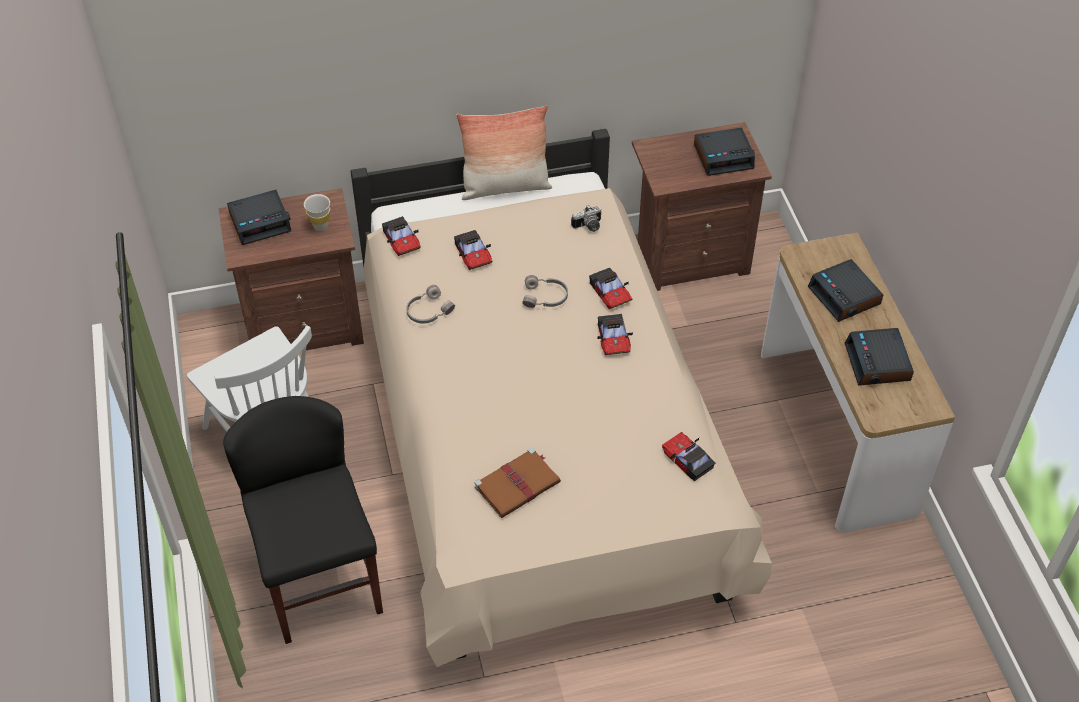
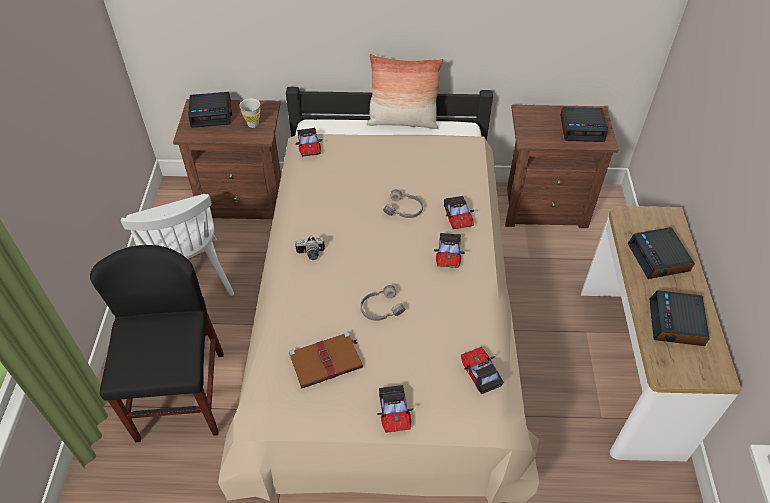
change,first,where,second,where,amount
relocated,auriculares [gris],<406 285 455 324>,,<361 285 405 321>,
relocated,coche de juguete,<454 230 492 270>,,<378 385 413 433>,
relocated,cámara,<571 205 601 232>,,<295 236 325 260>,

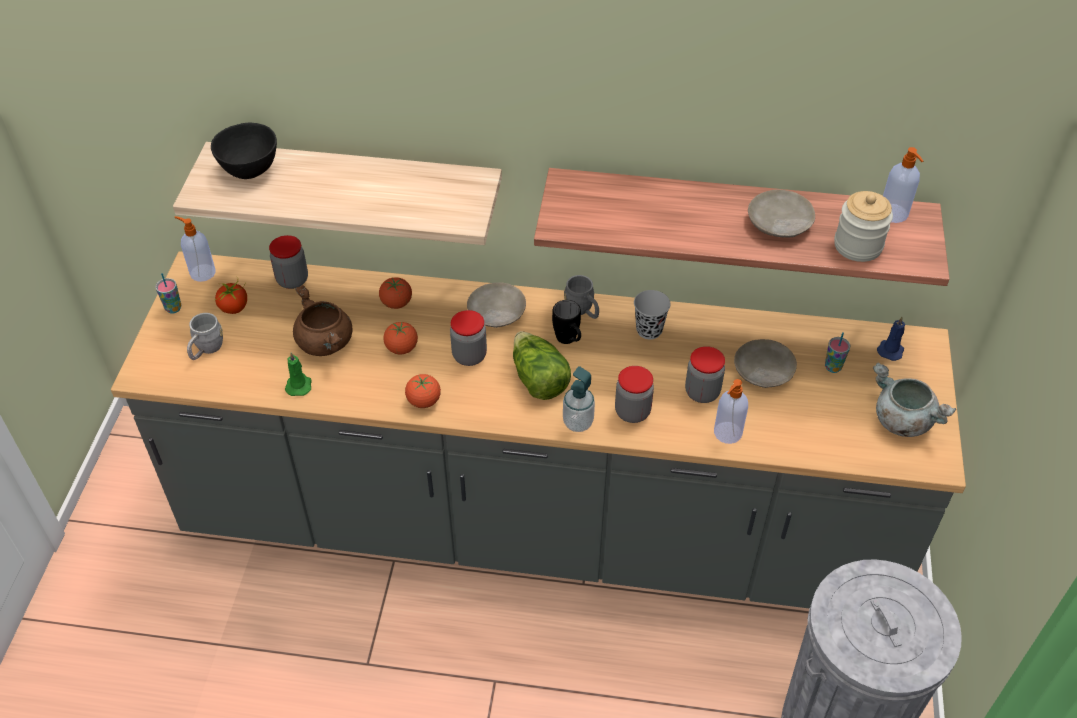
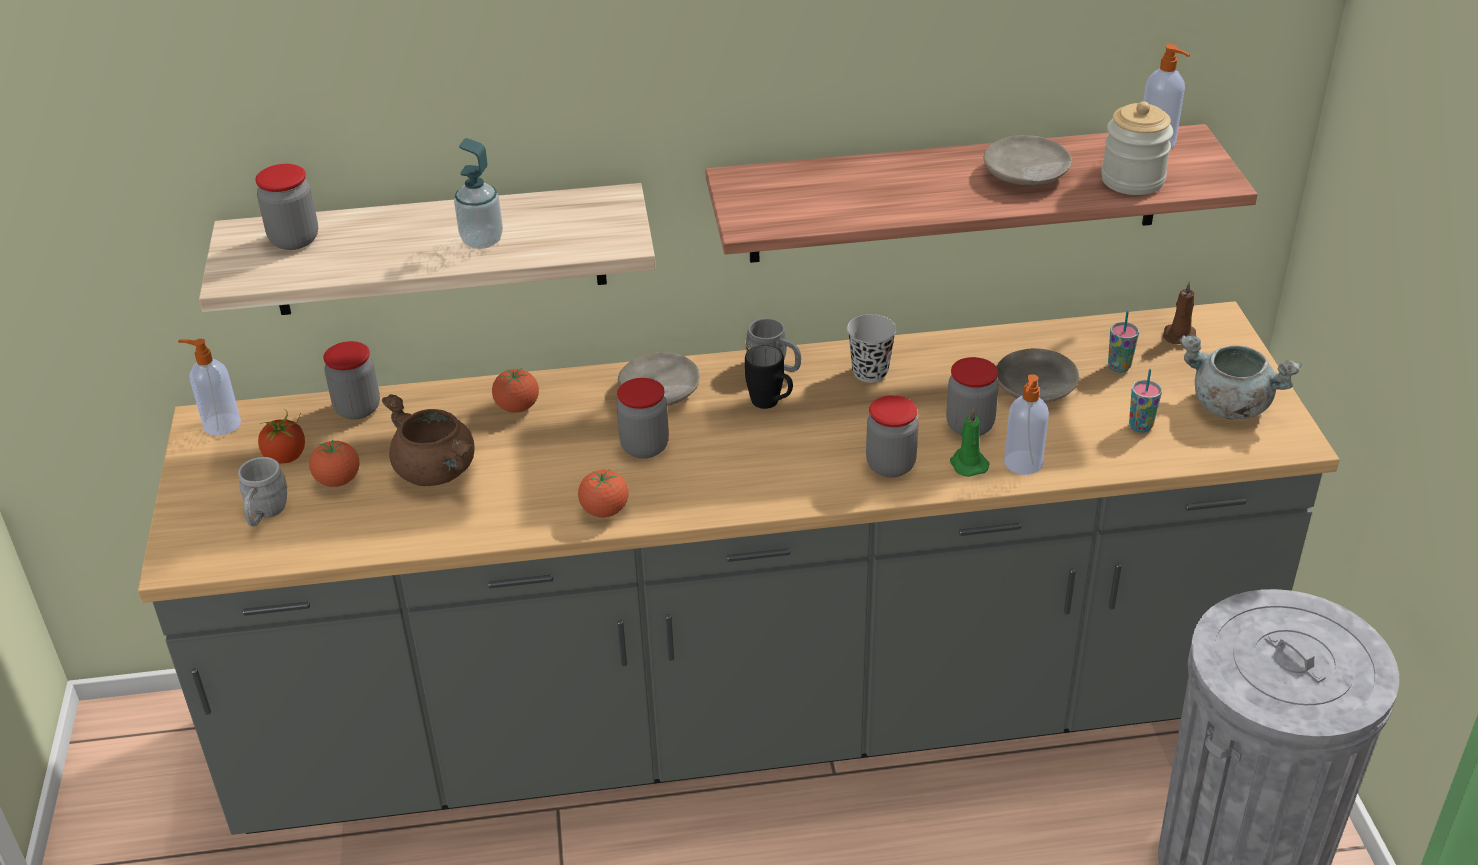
change,first,where,second,where,amount
missing,lechuga,<513 331 571 400>,,,
relocated,taza,<155 273 181 313>,,<1129 369 1162 433>,
relocated,vela [verde],<285 352 312 396>,,<950 408 990 477>,
relocated,tomate,<383 322 418 354>,,<309 440 360 487>,
relocated,dispensador de jabón,<563 366 595 432>,,<454 138 503 249>,
exchanged,cuenco [negro],<211 123 277 179>,tarro,<255 164 318 250>,
colour,vela [azul],<877 317 905 361>,vela [marrón],<1163 281 1197 344>,

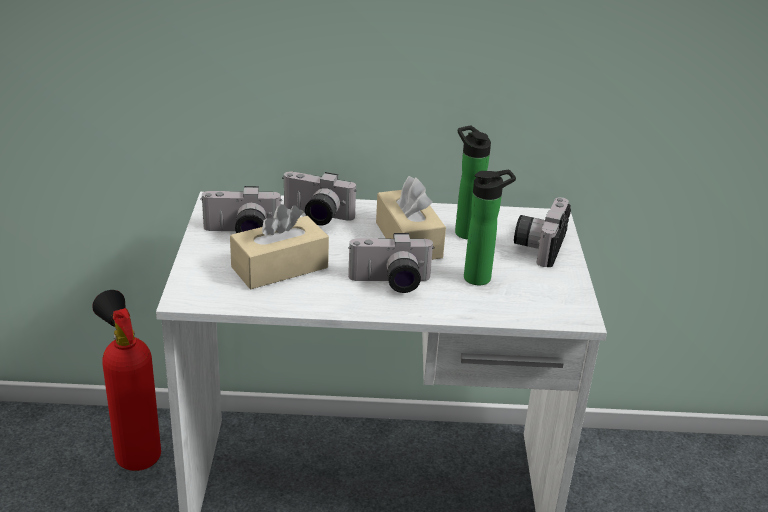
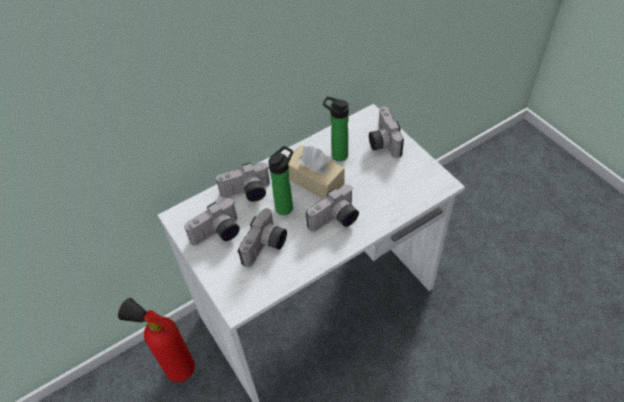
change,first,where,second,where,amount
relocated,botella,<464 170 516 285>,,<268 146 293 215>,
exchanged,caja de pañuelos [beis],<230 204 329 289>,cámara,<238 208 287 268>,

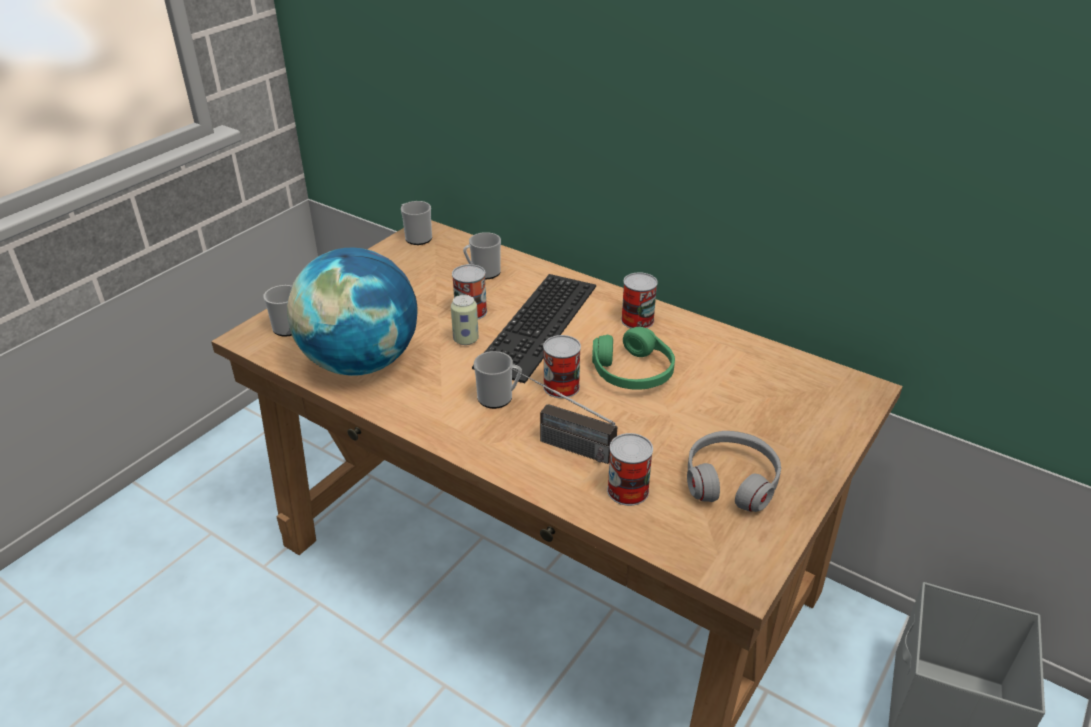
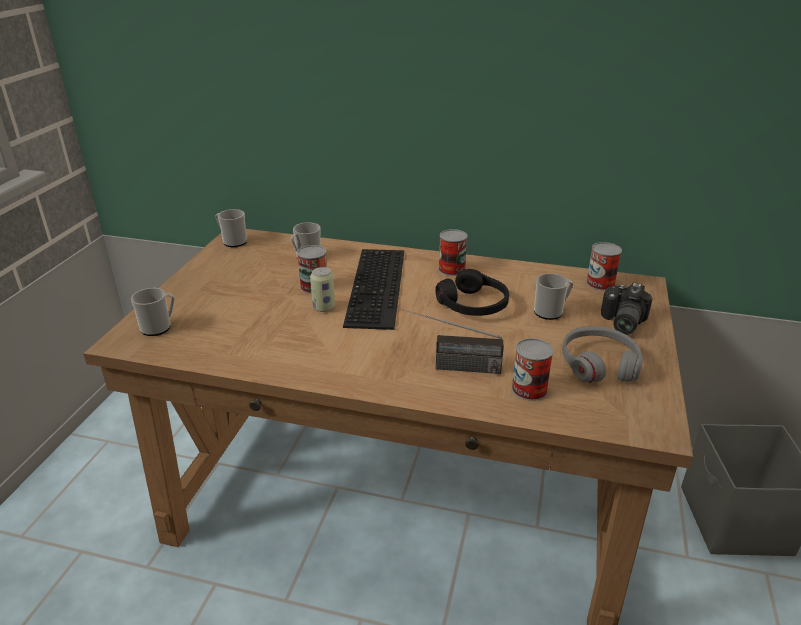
change,first,where,second,where,amount
missing,globo terráqueo,<287 247 417 376>,,,
appeared,,,cámara,<601 282 653 335>,
relocated,taza grande,<474 351 522 409>,,<534 273 573 320>,
relocated,lata,<543 335 581 398>,,<586 242 622 291>,
colour,auriculares [verde],<592 327 675 390>,auriculares [negro],<435 269 509 316>,

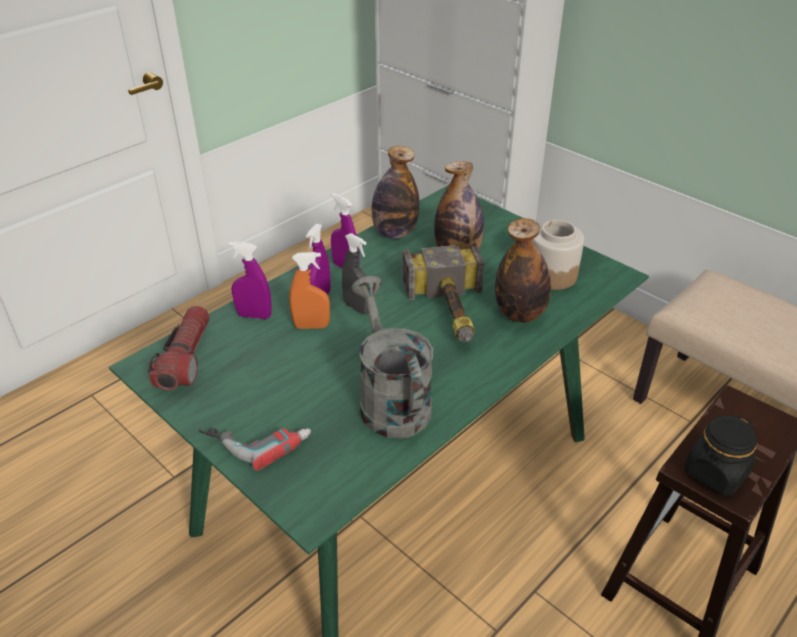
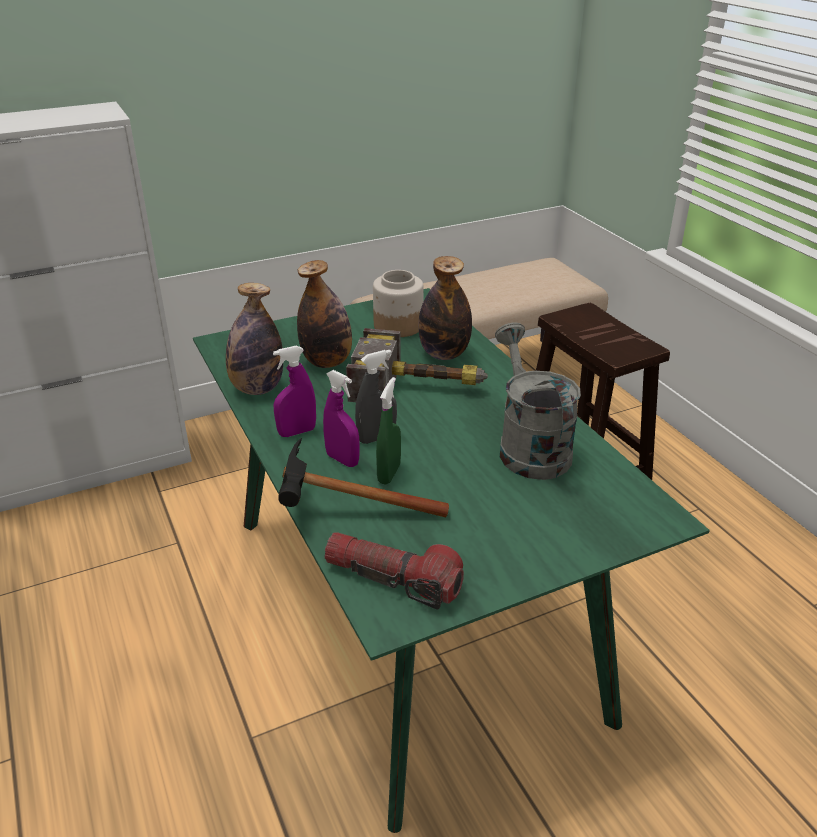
change,first,where,second,where,amount
missing,taladro,<199 428 311 471>,,,
missing,tarro [negro],<684 415 756 496>,,,
exchanged,pulverizador [morado],<228 242 272 319>,martillo,<278 438 449 517>,
colour,pulverizador [naranja],<289 252 330 329>,pulverizador [verde],<376 377 401 484>,
spun,regadera [gris],<351 276 433 438>,,<495 323 581 480>,75 degrees clockwise

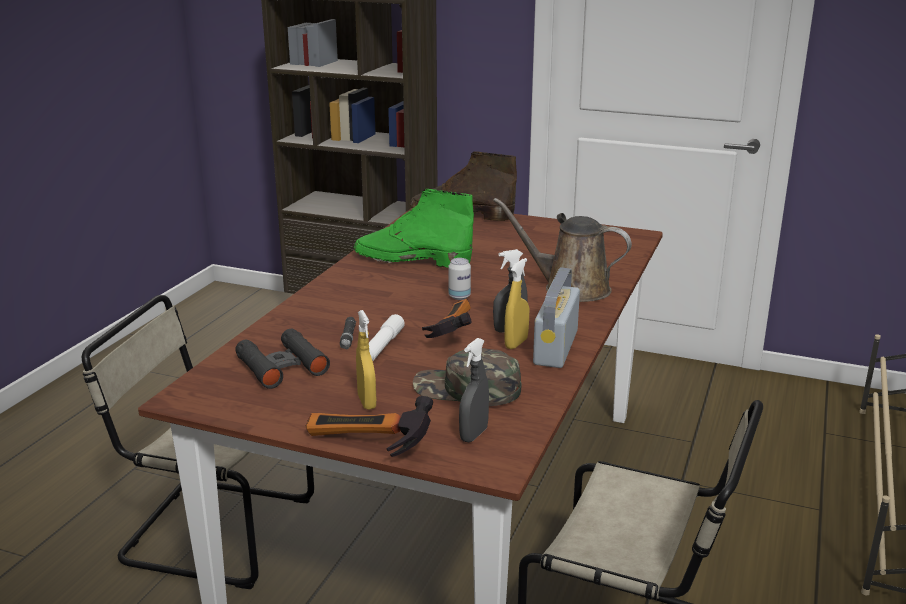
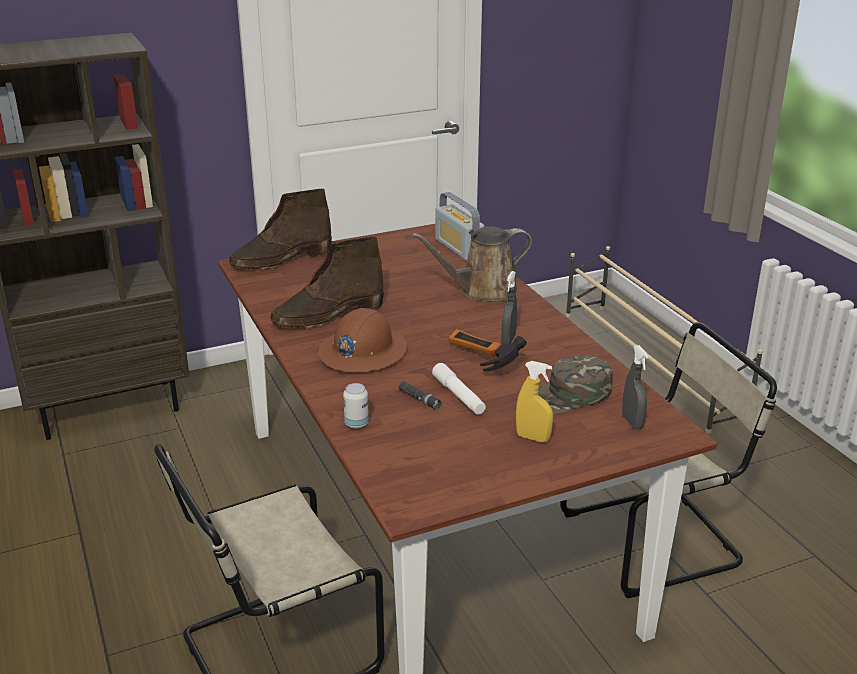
change,first,where,second,where,amount
missing,prismáticos [negro],<235 329 330 389>,,,
missing,martillo,<305 396 433 457>,,,
missing,pulverizador [amarillo],<504 258 529 349>,,,
appeared,,,casco [marrón],<319 308 407 372>,
relocated,lata,<448 258 471 300>,,<343 383 369 429>,
relocated,radio,<533 267 580 368>,,<435 192 484 261>,
colour,bota [verde],<354 189 474 268>,bota [marrón],<270 237 384 328>,

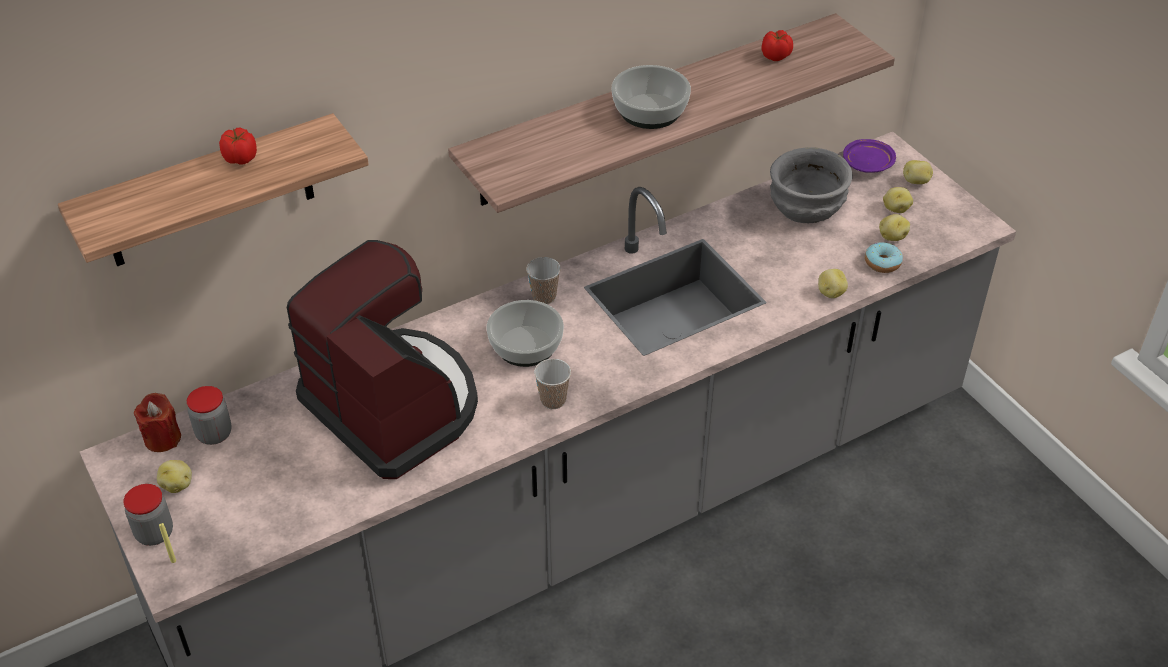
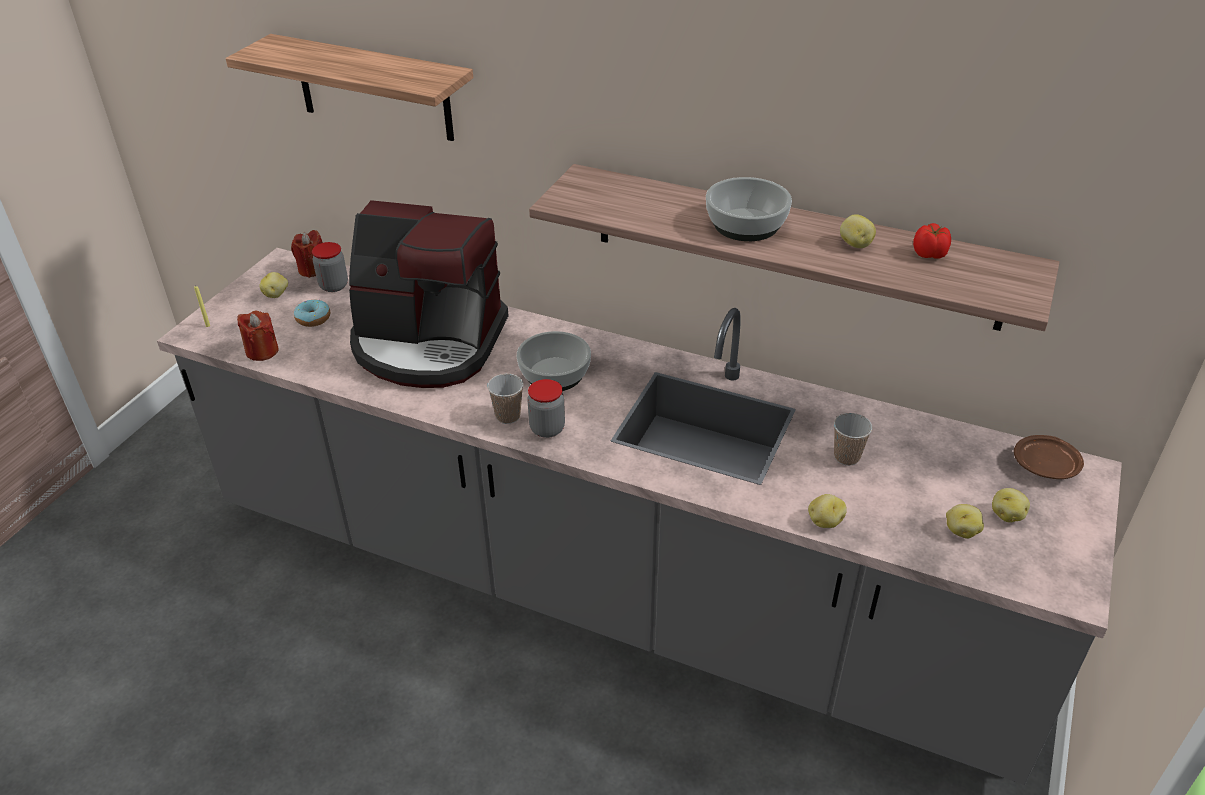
change,first,where,second,where,amount
missing,tomate,<219 128 257 165>,,,
missing,cuenco [gris],<770 147 853 223>,,,
appeared,,,vela [rojo],<237 311 279 361>,
relocated,tarro,<123 484 173 546>,,<527 379 565 438>,
relocated,taza,<526 257 561 304>,,<834 413 873 466>,
relocated,rosquilla,<865 242 903 273>,,<294 299 330 327>,
relocated,patata,<903 160 933 184>,,<840 214 876 248>,
colour,plato [morado],<843 139 896 173>,plato [marrón],<1014 435 1084 479>,
spun,cafetera,<287 240 478 479>,,<349 200 509 388>,90 degrees clockwise

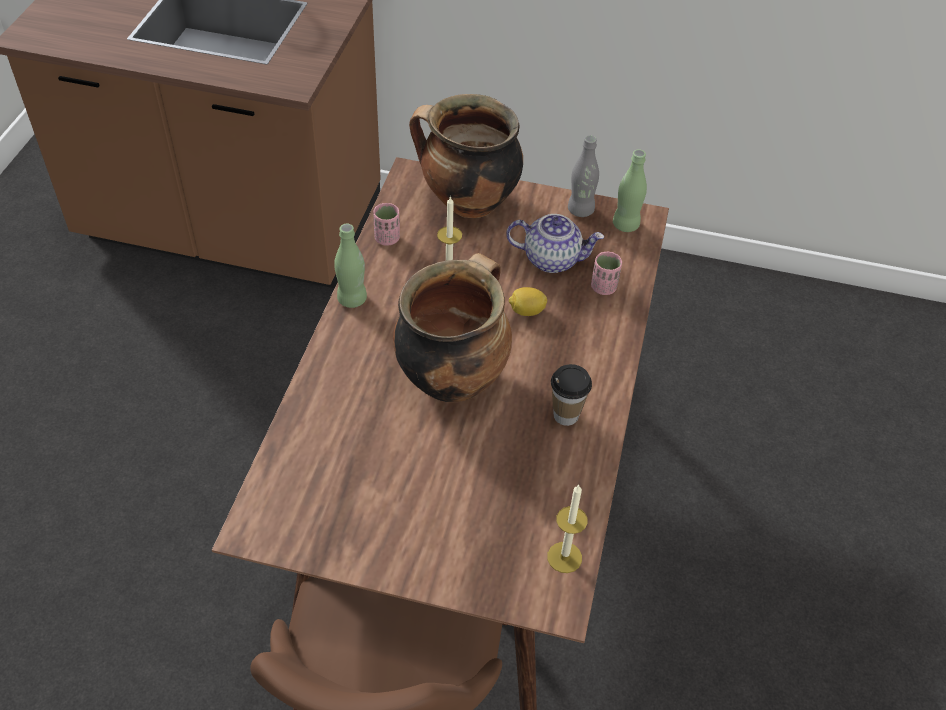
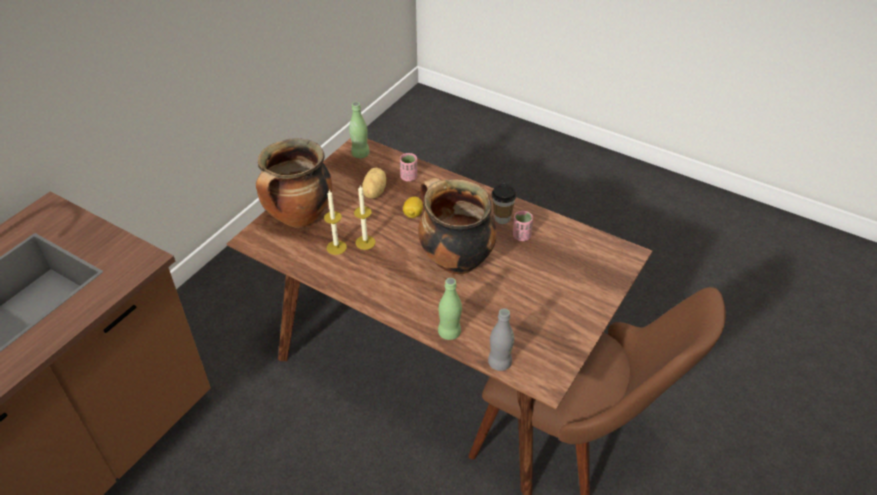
change,first,where,second,where,amount
relocated,botella [verde],<334 224 367 308>,,<438 278 462 340>,
relocated,taza [rosa],<373 203 400 246>,,<513 211 533 241>,
relocated,vela,<547 484 587 573>,,<324 190 347 255>,
relocated,botella [gris],<568 135 599 217>,,<488 308 514 371>,
exchanged,tetera,<506 214 604 273>,patata,<362 168 386 199>,

